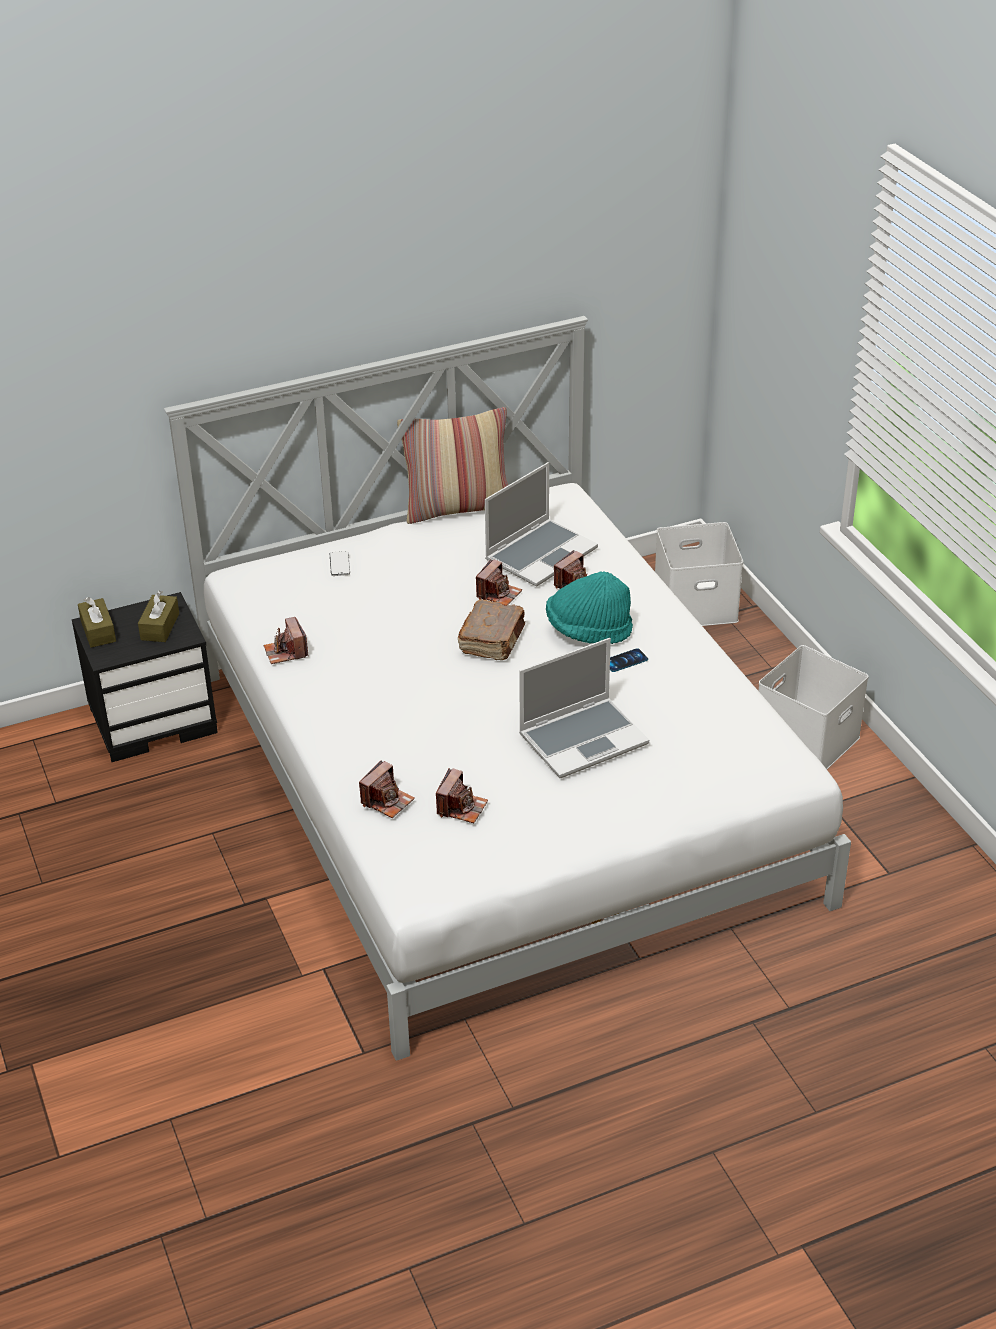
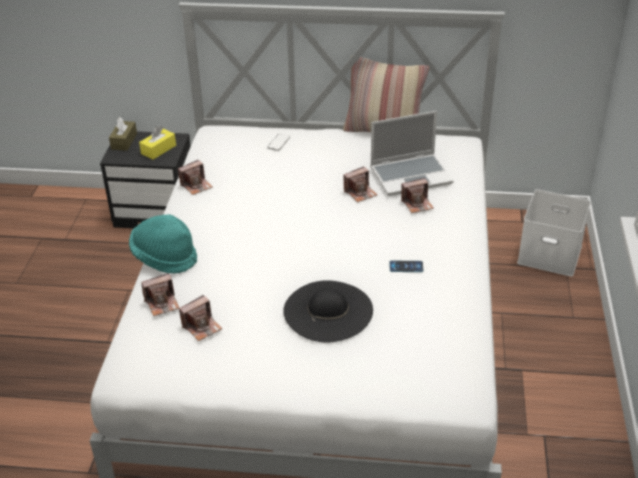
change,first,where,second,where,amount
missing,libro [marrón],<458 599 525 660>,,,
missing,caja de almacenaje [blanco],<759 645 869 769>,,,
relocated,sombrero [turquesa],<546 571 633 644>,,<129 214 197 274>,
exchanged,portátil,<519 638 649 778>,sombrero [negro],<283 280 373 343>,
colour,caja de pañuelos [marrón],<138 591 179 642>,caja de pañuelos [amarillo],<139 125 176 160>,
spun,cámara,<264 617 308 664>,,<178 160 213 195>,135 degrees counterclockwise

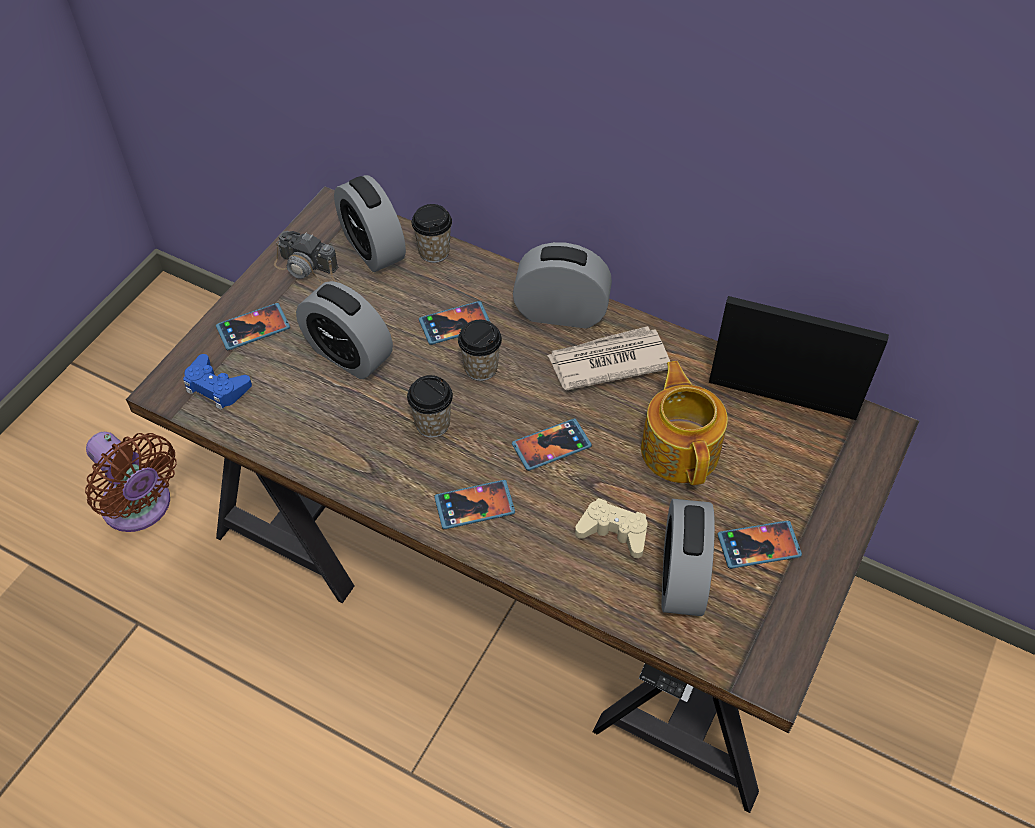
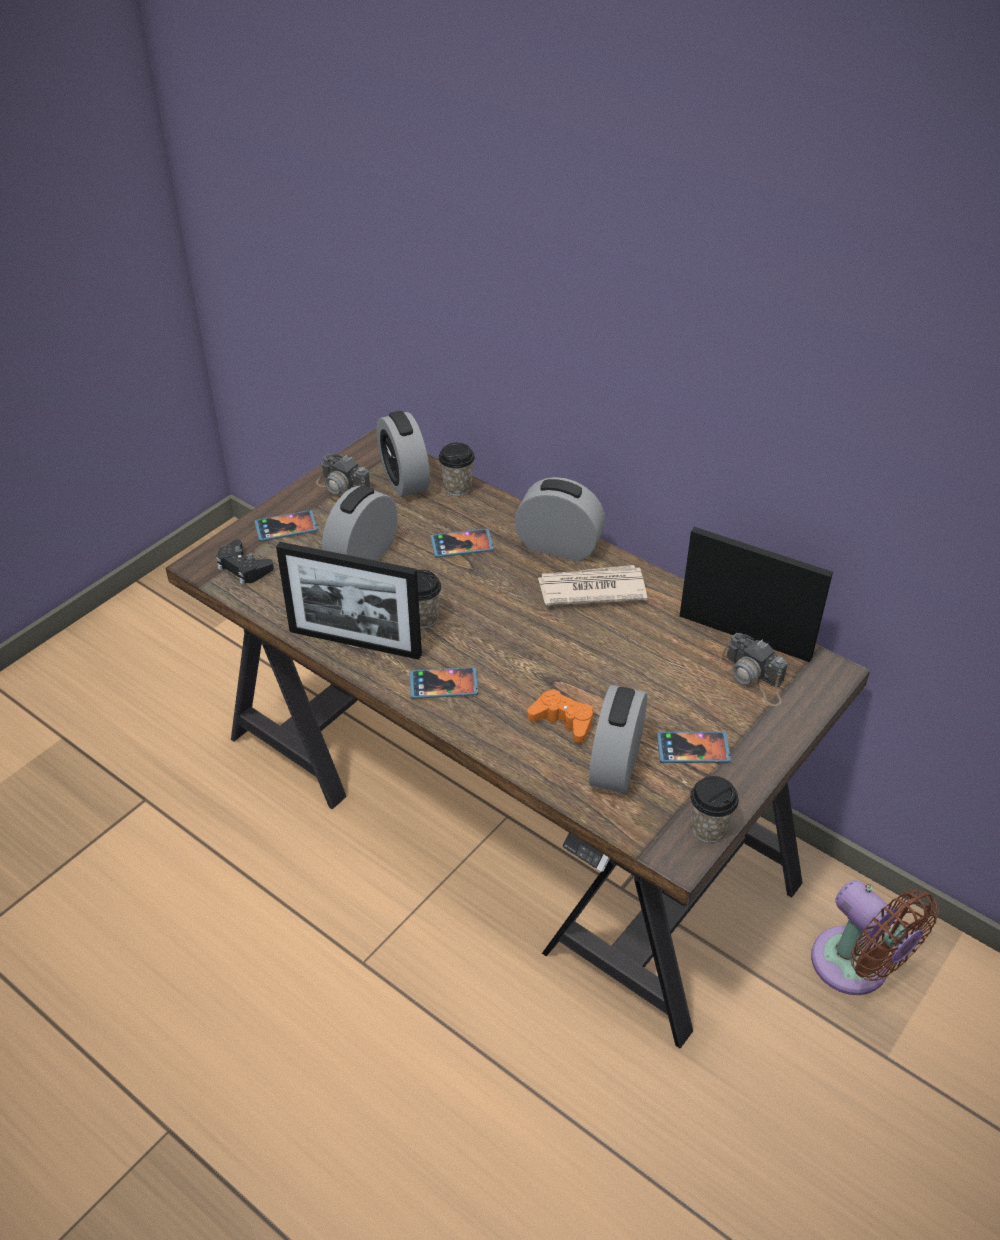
change,first,where,second,where,amount
missing,móvil,<512 419 592 471>,,,
missing,tetera,<641 361 728 485>,,,
appeared,,,portarretratos,<276 542 422 660>,
appeared,,,cámara,<717 633 788 706>,
relocated,ventilador [marrón],<85 432 177 532>,,<811 880 939 995>,
relocated,taza,<458 320 502 381>,,<690 776 739 843>,
colour,mando de consola [azul],<183 354 252 410>,mando de consola [negro],<216 539 274 585>,
colour,mando de consola [beis],<575 498 648 558>,mando de consola [naranja],<527 689 593 743>,
spun,despertador,<296 281 393 379>,,<322 486 398 561>,75 degrees clockwise

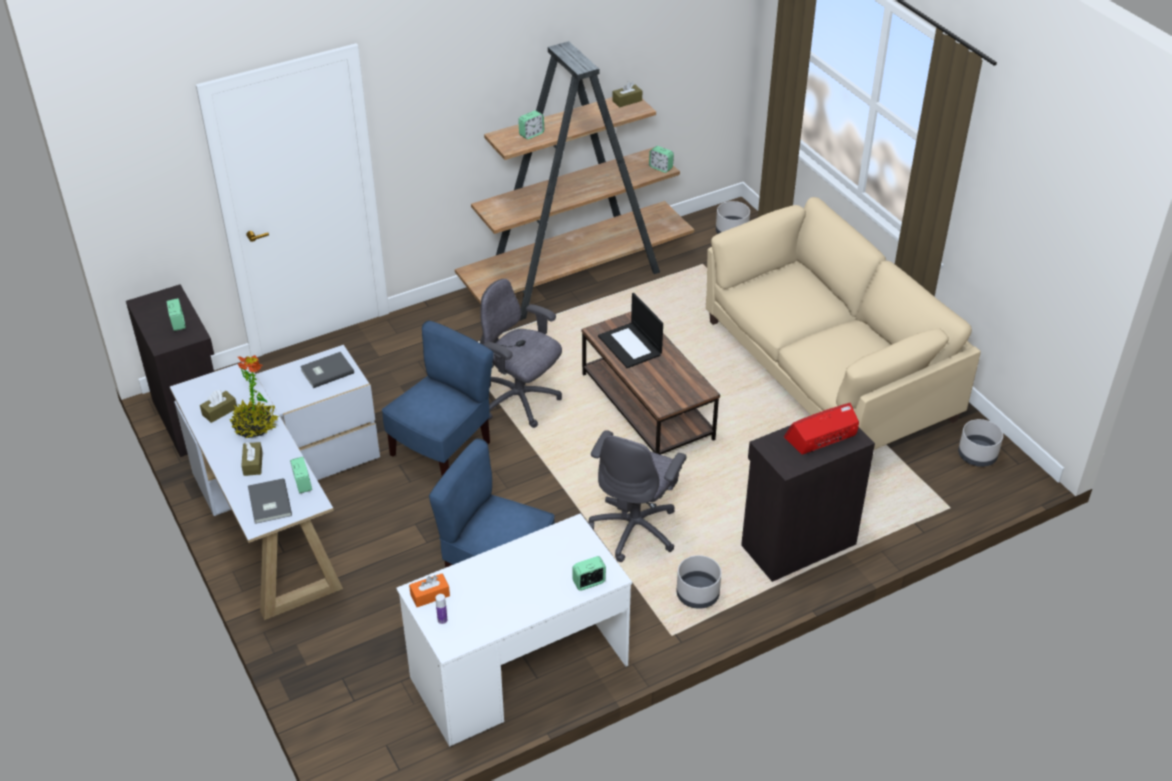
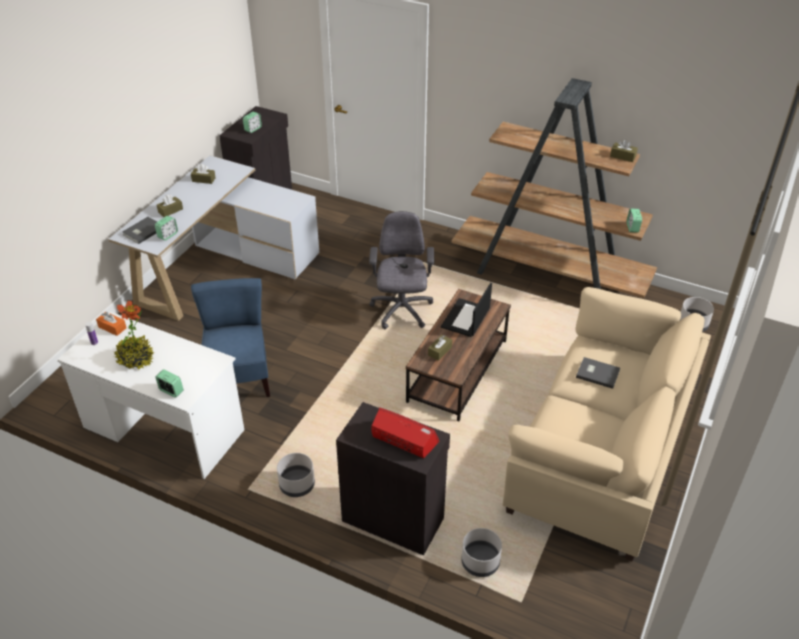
change,first,where,second,where,amount
missing,silla [azul],<382 320 494 476>,,,
missing,despertador,<518 110 544 139>,,,
missing,silla de oficina [gris],<588 430 687 562>,,,
appeared,,,caja de pañuelos [marrón],<428 335 452 361>,
relocated,planta en maceta,<230 355 279 438>,,<114 300 154 369>,
relocated,libro [gris],<300 352 354 388>,,<576 357 620 389>,
relocated,maceta [gris],<958 419 1003 467>,,<461 528 502 577>,

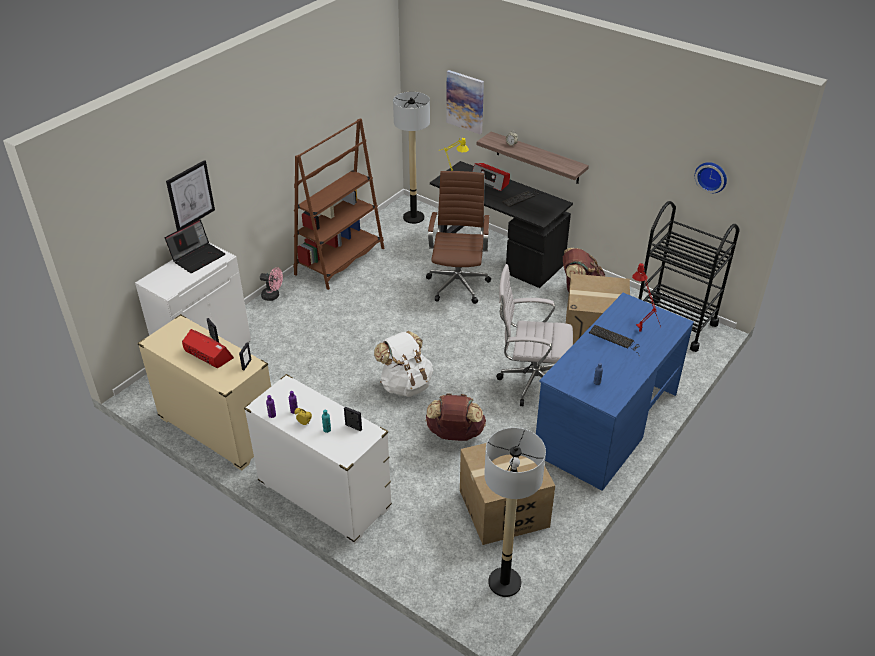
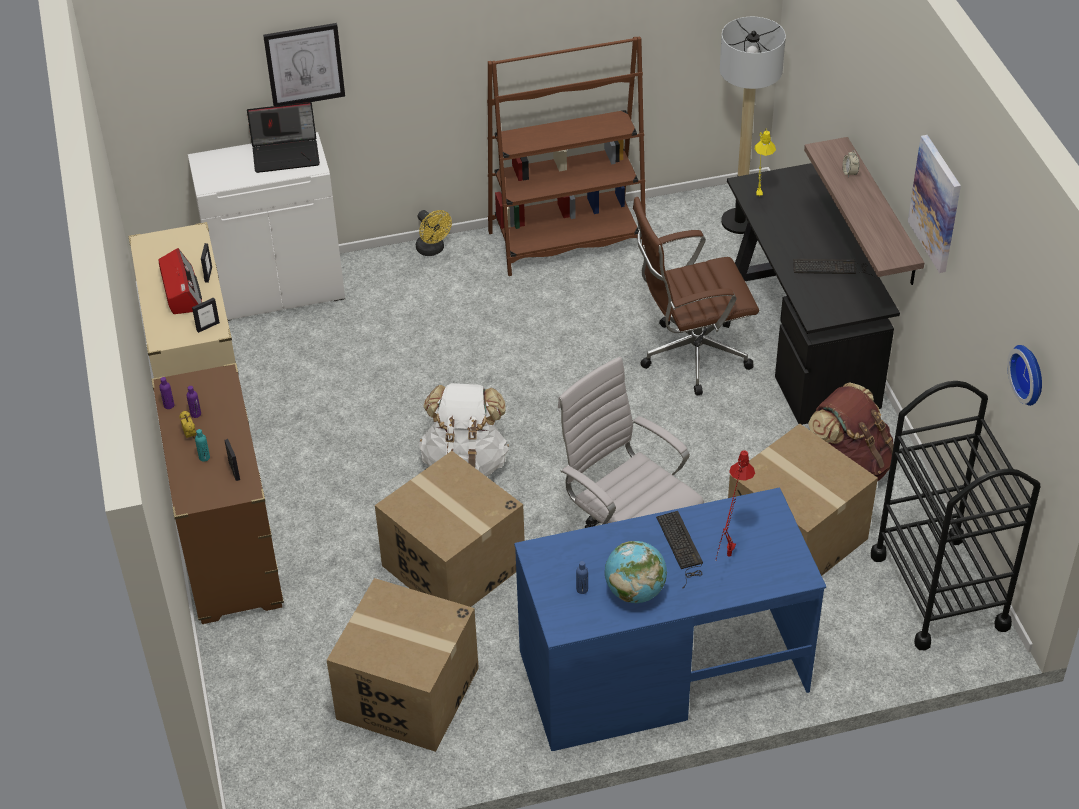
change,first,where,second,where,amount
missing,radio,<472 163 510 191>,,,
missing,lámpara de pie,<484 428 546 597>,,,
appeared,,,globo terráqueo,<605 541 667 603>,
relocated,cuadro,<446 70 484 134>,,<908 135 961 273>,
exchanged,mochila [marrón],<426 393 486 441>,caja de cartón,<375 451 525 607>,
colour,cómoda [blanco],<244 374 392 544>,cómoda [marrón],<151 363 284 624>,
colour,ventilador [rosa],<260 267 283 301>,ventilador [amarillo],<416 210 452 256>,
spun,silla de oficina [marrón],<426 171 491 304>,,<633 197 759 396>,150 degrees counterclockwise

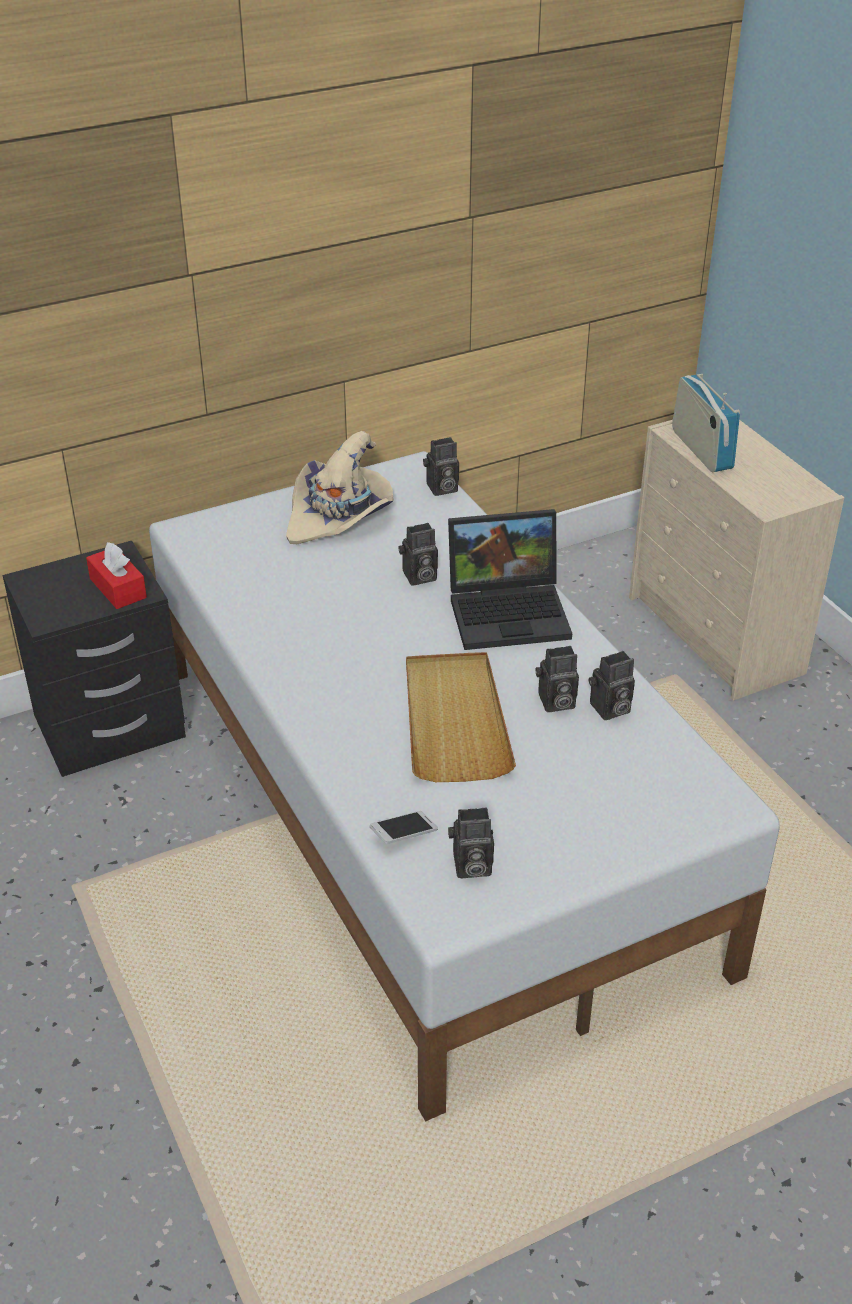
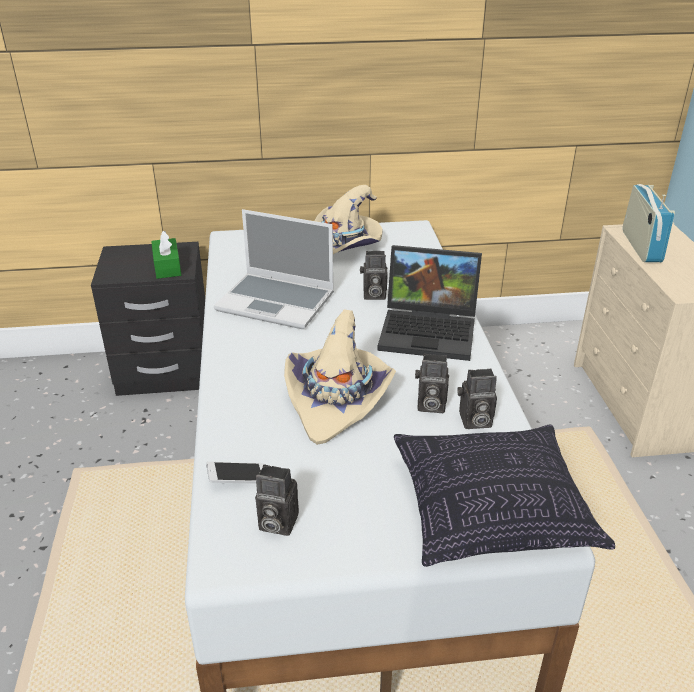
change,first,where,second,where,amount
missing,cámara,<423 437 459 496>,,,
appeared,,,portátil,<214 209 334 329>,
appeared,,,cojín,<394 424 615 567>,
exchanged,bandeja [beis],<406 652 516 782>,sombrero [beis],<284 309 396 445>,
colour,caja de pañuelos [rojo],<86 542 147 609>,caja de pañuelos [verde],<151 231 181 279>,

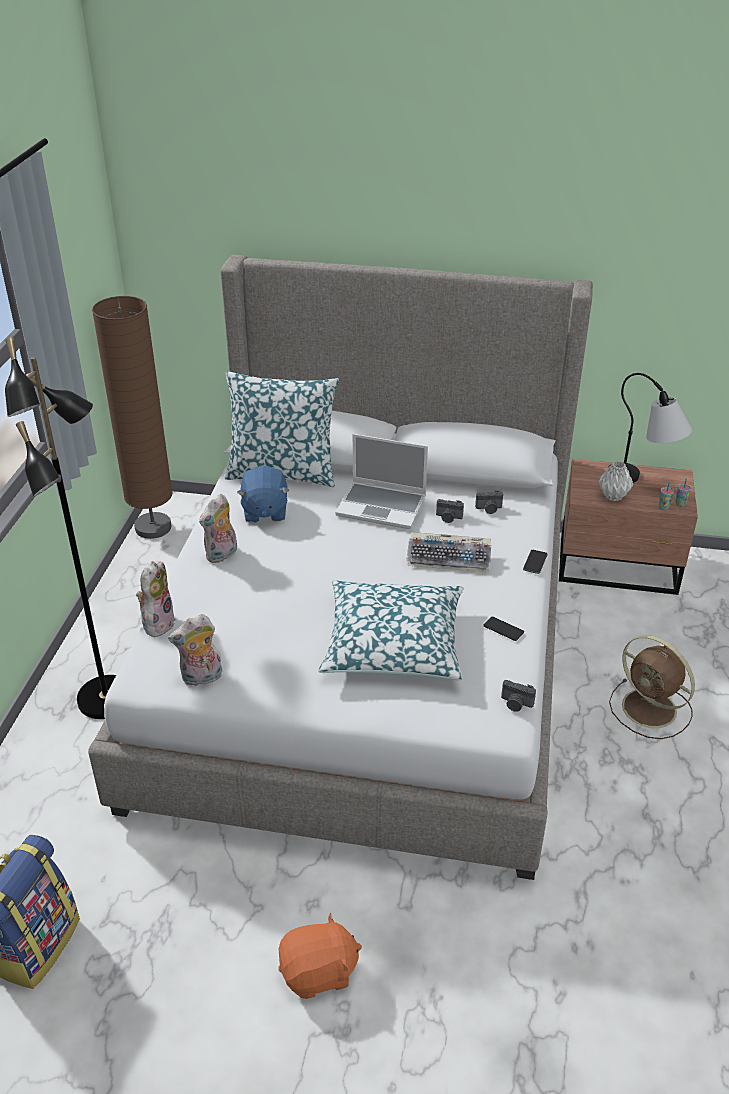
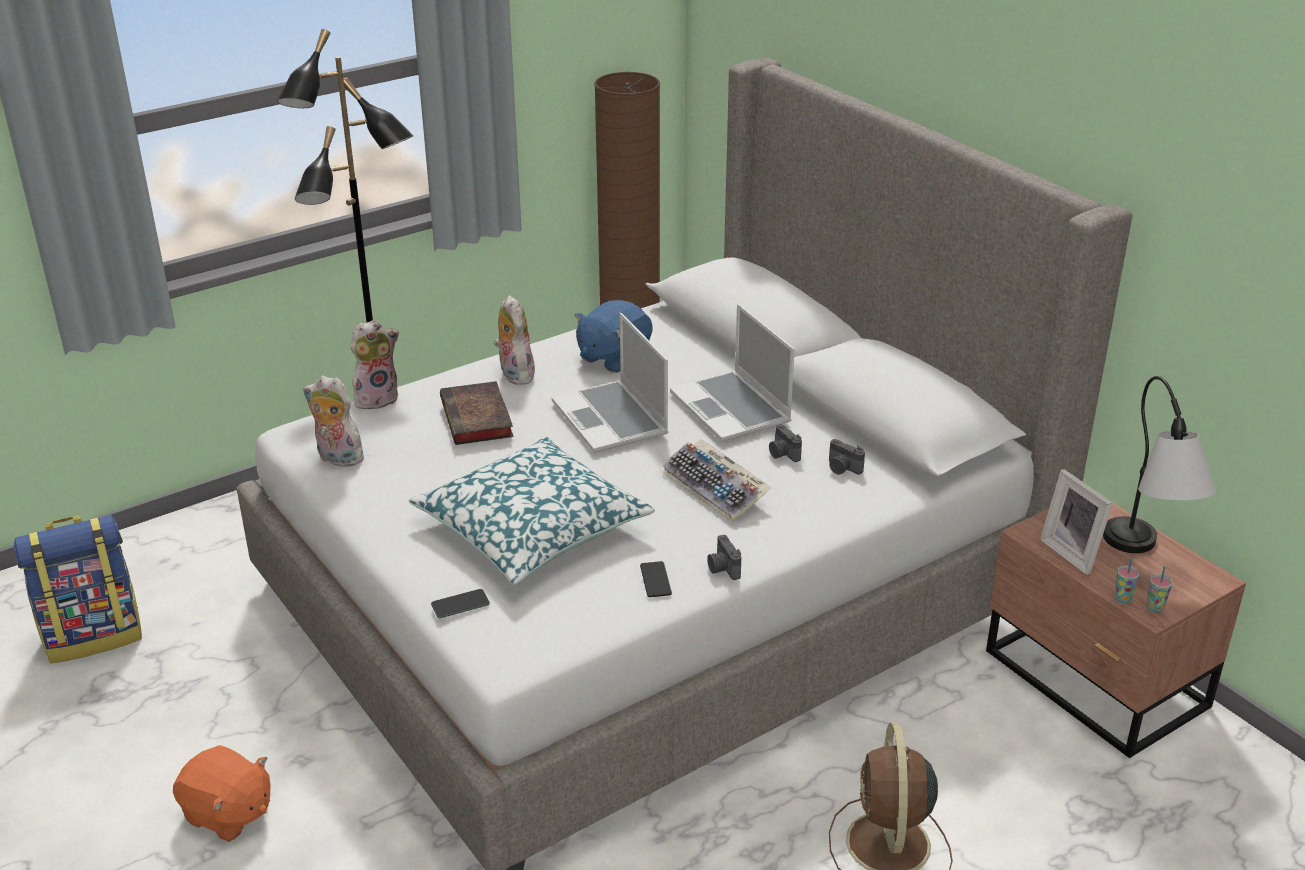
change,first,where,second,where,amount
missing,cojín,<225 371 339 487>,,,
appeared,,,libro,<440 381 514 445>,
appeared,,,portátil,<552 313 669 453>,
relocated,cámara,<501 680 536 712>,,<707 535 741 580>,
relocated,móvil,<523 550 548 574>,,<431 589 490 618>,
exchanged,florero [gris],<599 461 633 501>,portarretratos,<1040 469 1113 575>,
spun,peluche,<199 494 237 563>,,<494 295 535 385>,75 degrees clockwise

